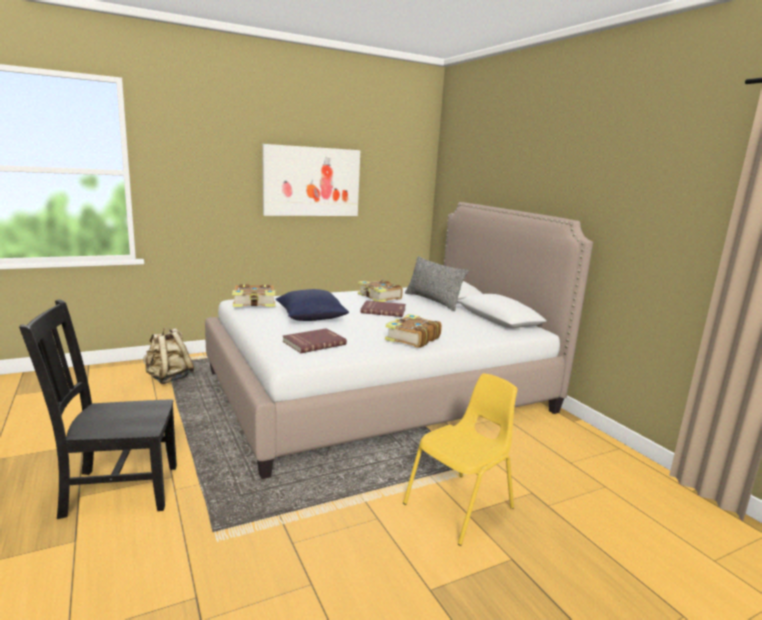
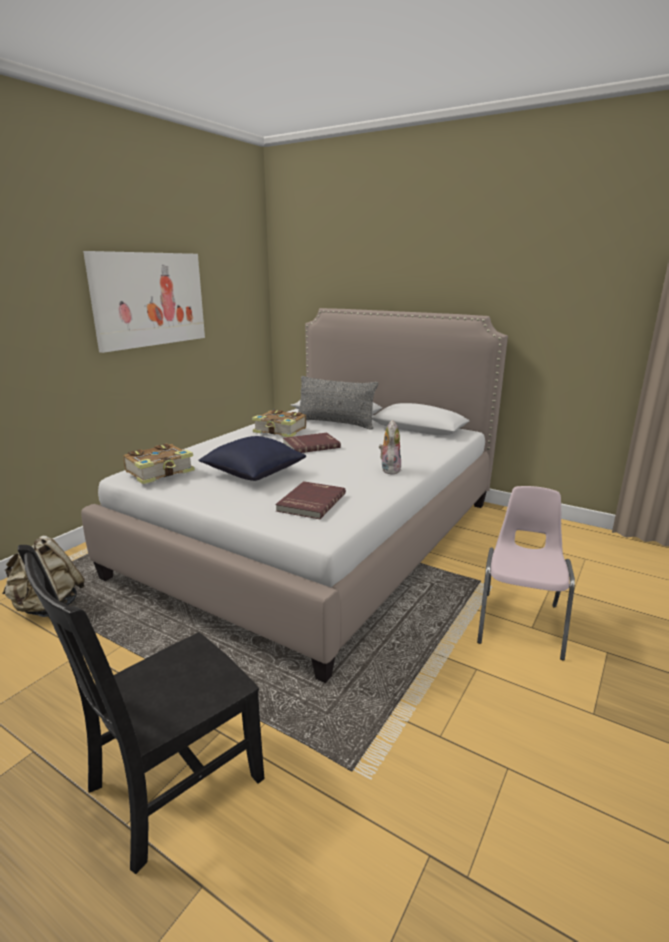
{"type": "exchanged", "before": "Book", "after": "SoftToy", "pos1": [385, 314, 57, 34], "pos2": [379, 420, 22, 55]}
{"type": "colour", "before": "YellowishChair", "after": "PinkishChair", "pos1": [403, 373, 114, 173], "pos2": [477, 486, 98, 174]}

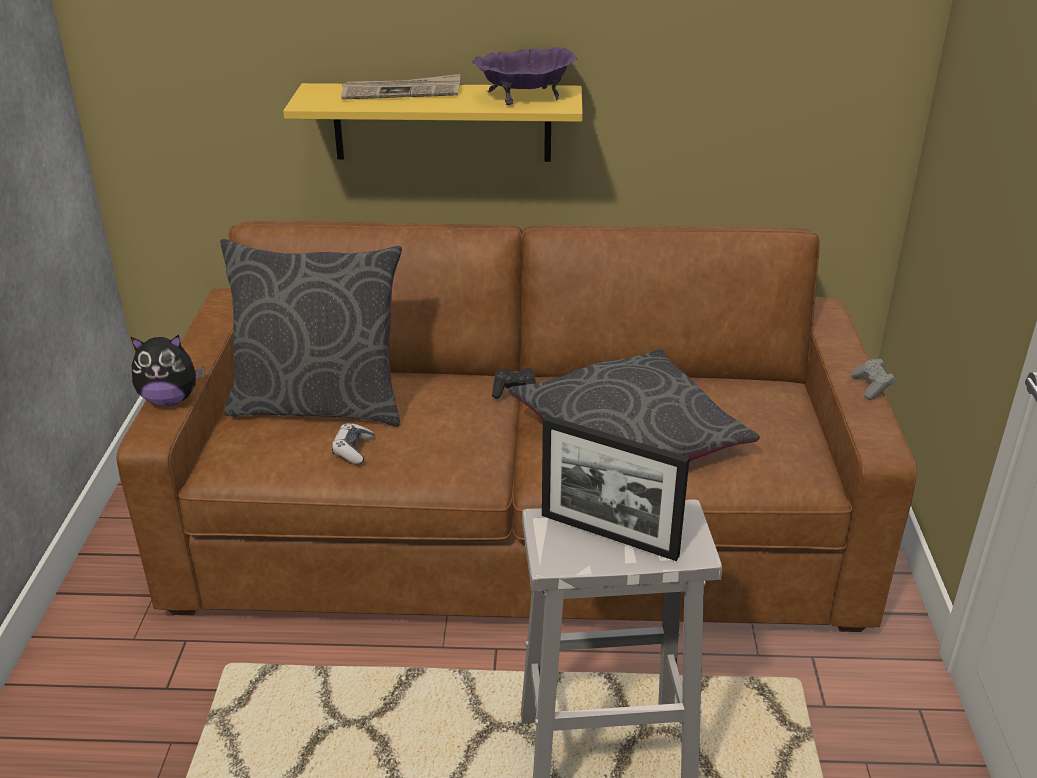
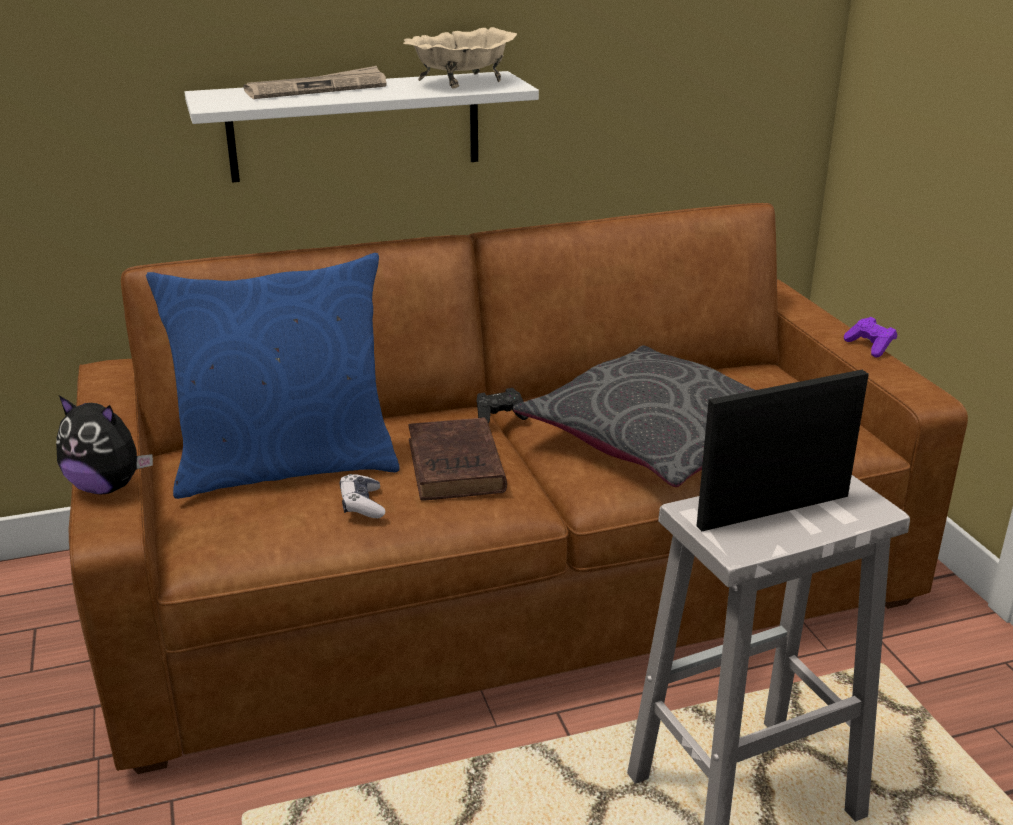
{"type": "appeared", "after": "BrownColouredBook", "pos2": [408, 417, 99, 83]}
{"type": "colour", "before": "GreyThrowPillow", "after": "BlueThrowPillow", "pos1": [220, 239, 182, 188], "pos2": [146, 253, 254, 246]}
{"type": "colour", "before": "YellowishBracketShelf", "after": "WhitishBracketShelf", "pos1": [283, 83, 300, 79], "pos2": [184, 71, 355, 112]}
{"type": "colour", "before": "PurpleColouredBowl", "after": "SandColouredBowl", "pos1": [472, 47, 105, 58], "pos2": [403, 27, 114, 61]}
{"type": "colour", "before": "GreyGameController", "after": "PurpleColouredGameController", "pos1": [851, 359, 45, 41], "pos2": [844, 317, 53, 41]}
{"type": "spun", "before": "SoftToy", "pos1": [131, 335, 73, 71], "pos2": [56, 395, 97, 99], "turn": 45}
{"type": "spun", "before": "PictureFrame", "pos1": [542, 415, 148, 146], "pos2": [697, 370, 172, 161], "turn": 150}

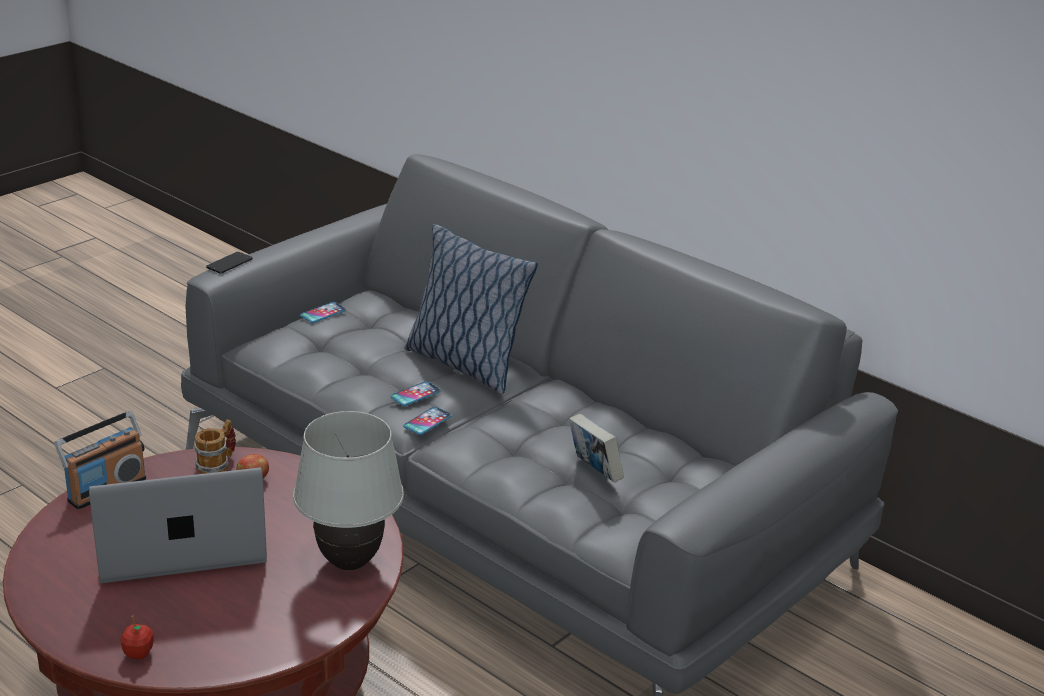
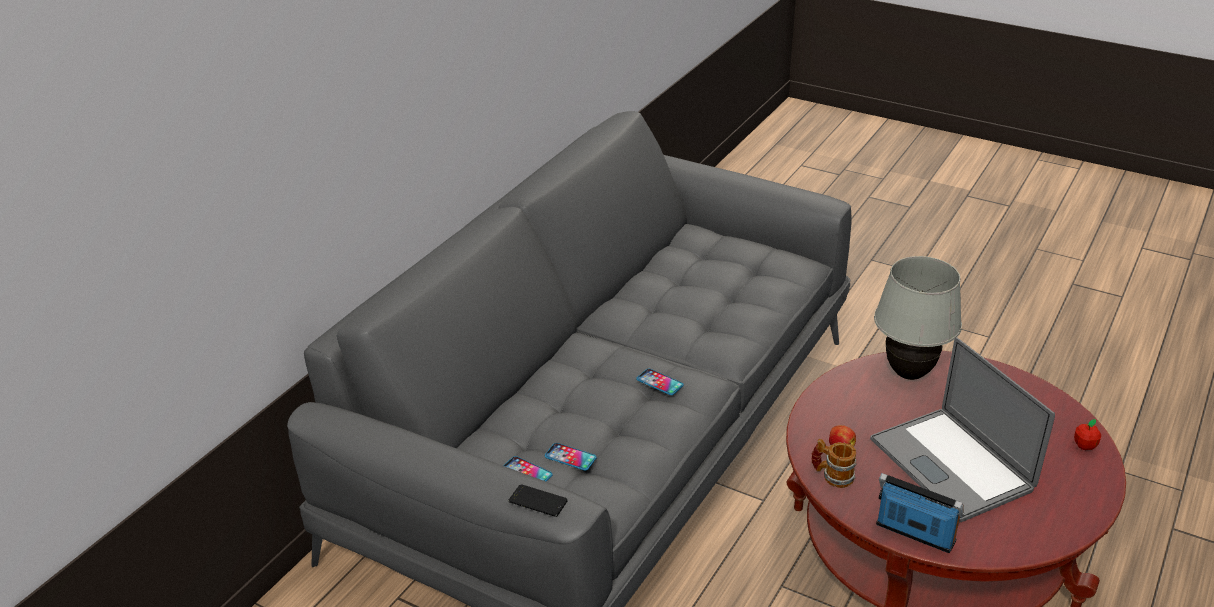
{"type": "missing", "before": "ThrowPillow", "pos1": [405, 224, 133, 170]}
{"type": "missing", "before": "Book", "pos1": [569, 414, 55, 69]}
{"type": "relocated", "before": "Handset", "pos1": [403, 407, 49, 28], "pos2": [545, 443, 52, 28]}

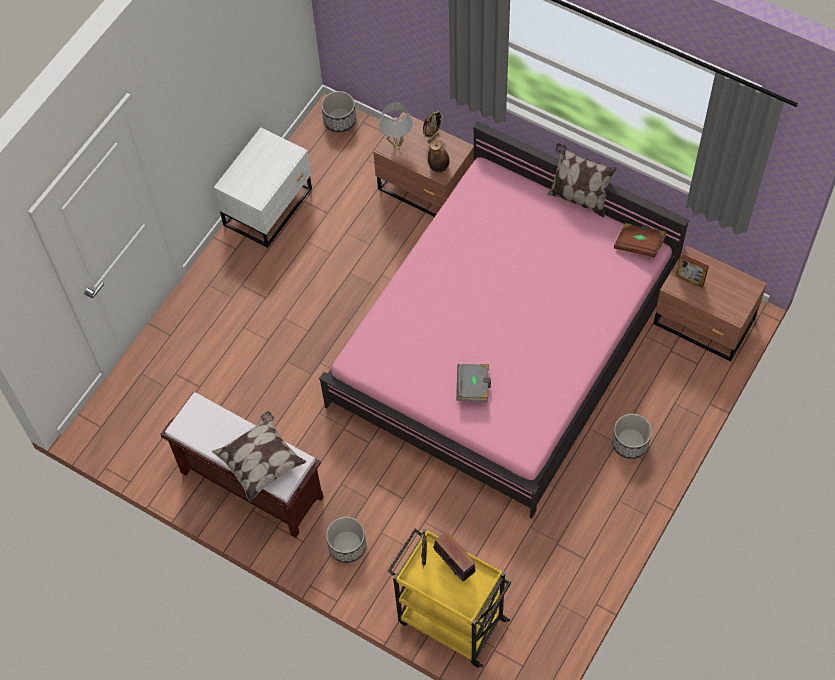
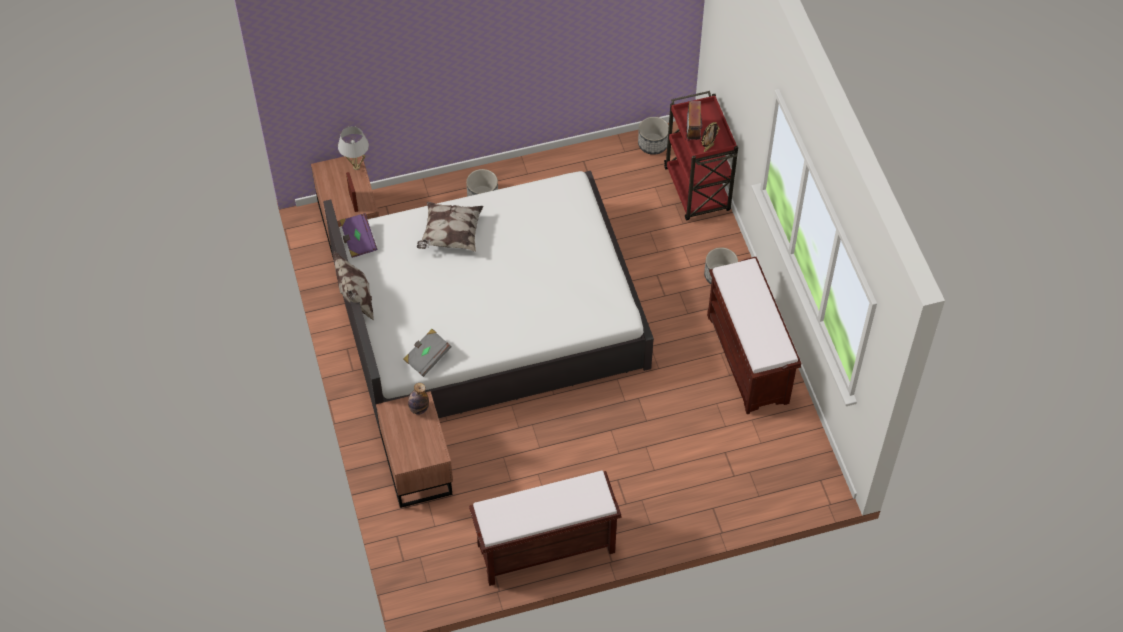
{"type": "missing", "before": "PictureFrame", "pos1": [422, 111, 21, 31]}
{"type": "relocated", "before": "ThrowPillow", "pos1": [211, 412, 95, 90], "pos2": [417, 202, 66, 50]}
{"type": "relocated", "before": "PlantPot", "pos1": [321, 91, 35, 41], "pos2": [638, 117, 31, 38]}
{"type": "relocated", "before": "WhitishTableLamp", "pos1": [379, 102, 34, 47], "pos2": [338, 126, 31, 44]}
{"type": "relocated", "before": "GreyBook", "pos1": [456, 364, 35, 38], "pos2": [403, 329, 48, 48]}
{"type": "exchanged", "before": "WhitishNightTable", "after": "BrownColouredIndoorBench", "pos1": [214, 127, 98, 121], "pos2": [469, 471, 153, 115]}
{"type": "colour", "before": "PinkishBedroomBed", "after": "WhitishBedroomBed", "pos1": [319, 121, 370, 398], "pos2": [323, 171, 331, 264]}
{"type": "colour", "before": "YellowishWheeledCart", "after": "RedWheeledCart", "pos1": [387, 528, 124, 140], "pos2": [664, 91, 74, 130]}
{"type": "colour", "before": "BrownColouredBook", "after": "PurpleColouredBook", "pos1": [614, 223, 52, 34], "pos2": [340, 213, 37, 45]}

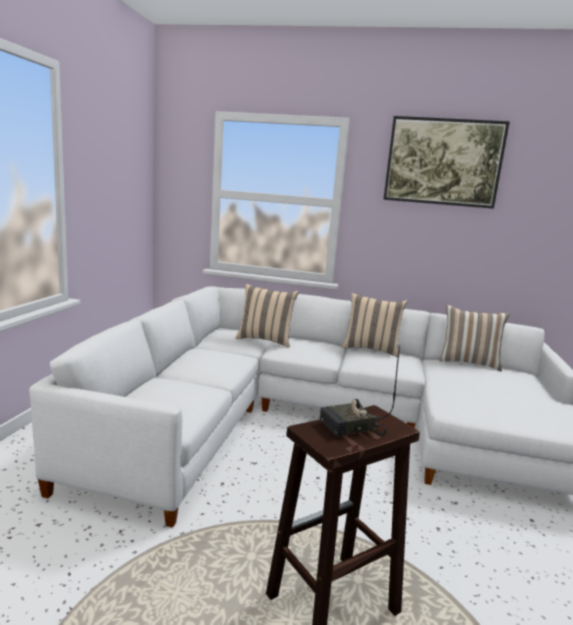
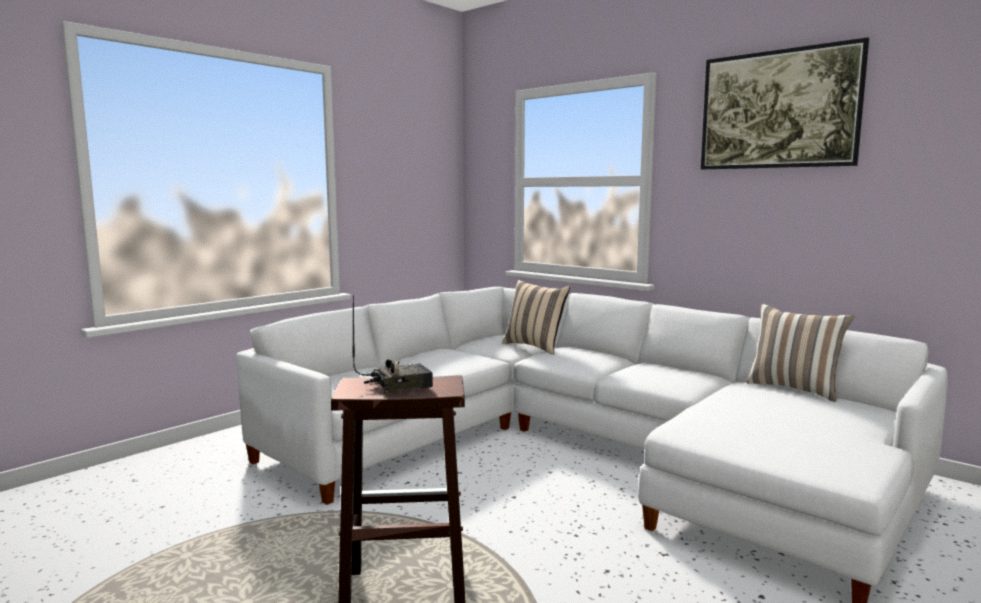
{"type": "missing", "before": "SandColouredThrowPillow", "pos1": [342, 293, 65, 64]}
{"type": "spun", "before": "RadioSet", "pos1": [320, 345, 80, 91], "pos2": [352, 296, 81, 97], "turn": 150}

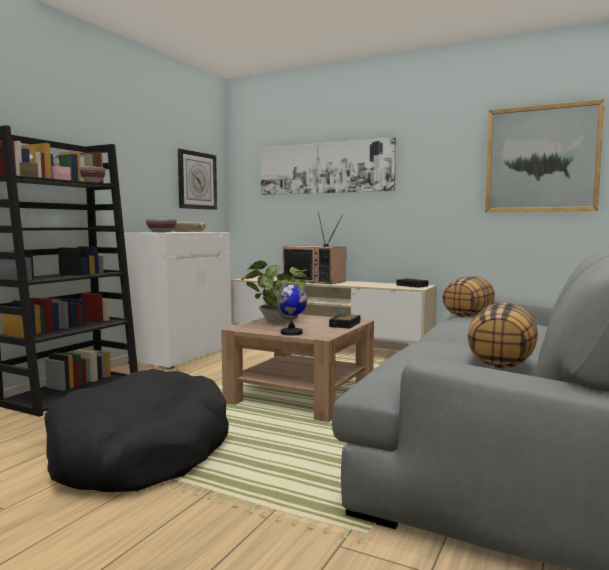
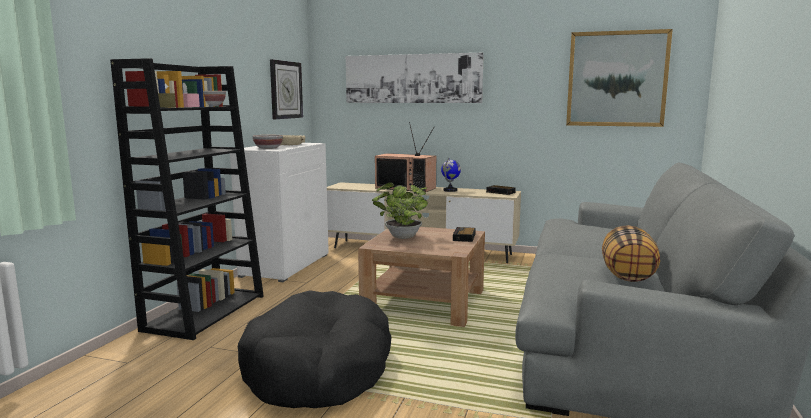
{"type": "missing", "before": "ThrowPillow", "pos1": [443, 276, 52, 41]}
{"type": "relocated", "before": "WorldGlobe", "pos1": [277, 282, 30, 54], "pos2": [441, 158, 20, 34]}

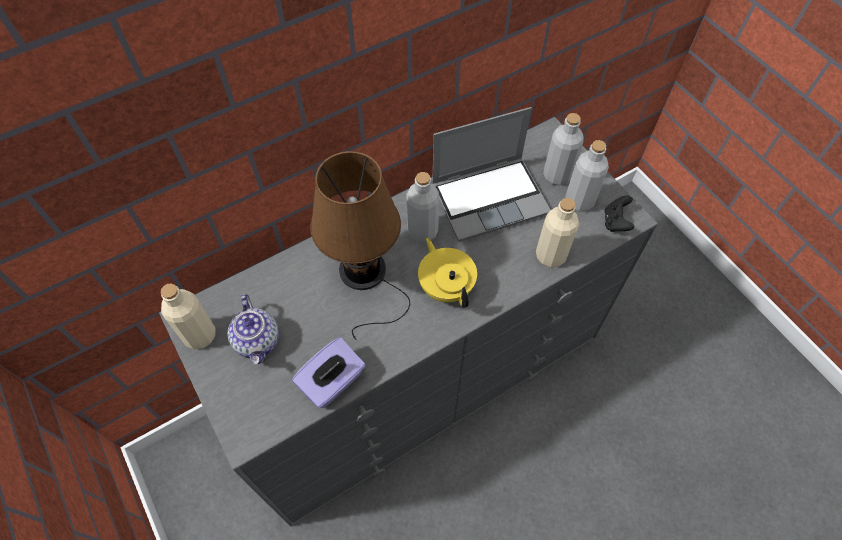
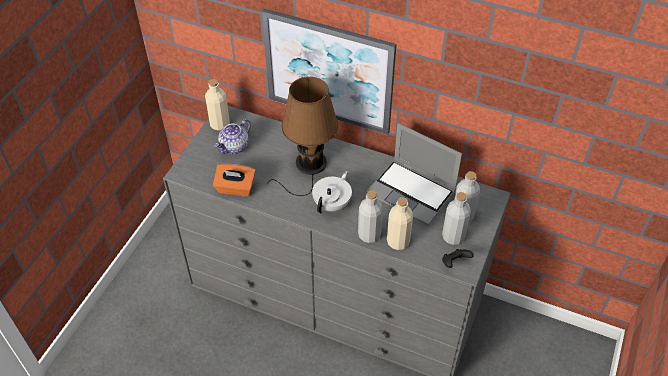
{"type": "appeared", "after": "WallPicture", "pos2": [262, 8, 135, 127]}
{"type": "relocated", "before": "GreyDrinkBottle", "pos1": [406, 172, 34, 71], "pos2": [358, 190, 25, 53]}
{"type": "colour", "before": "PurpleColouredBoxOfTissues", "after": "OrangeBoxOfTissues", "pos1": [292, 337, 74, 71], "pos2": [213, 164, 43, 33]}
{"type": "colour", "before": "YellowishTeapot", "after": "WhitishTeapot", "pos1": [418, 238, 59, 70], "pos2": [312, 171, 40, 42]}

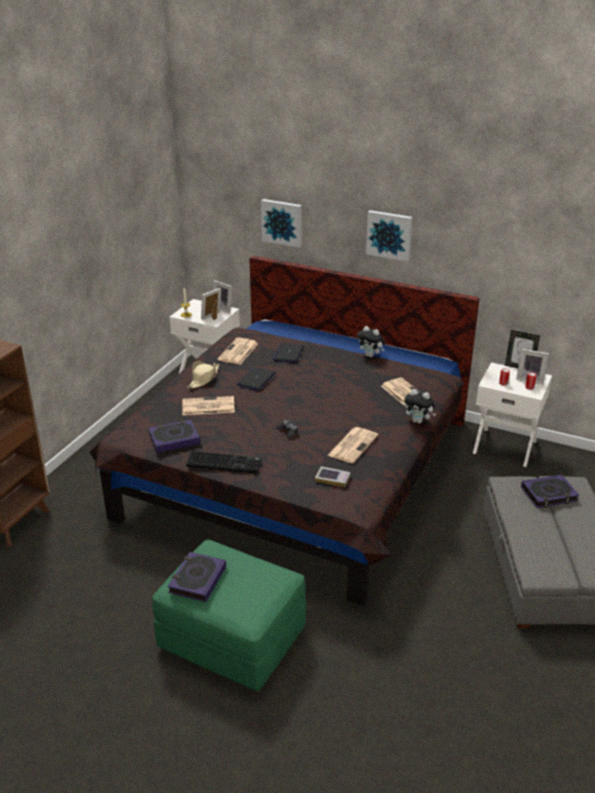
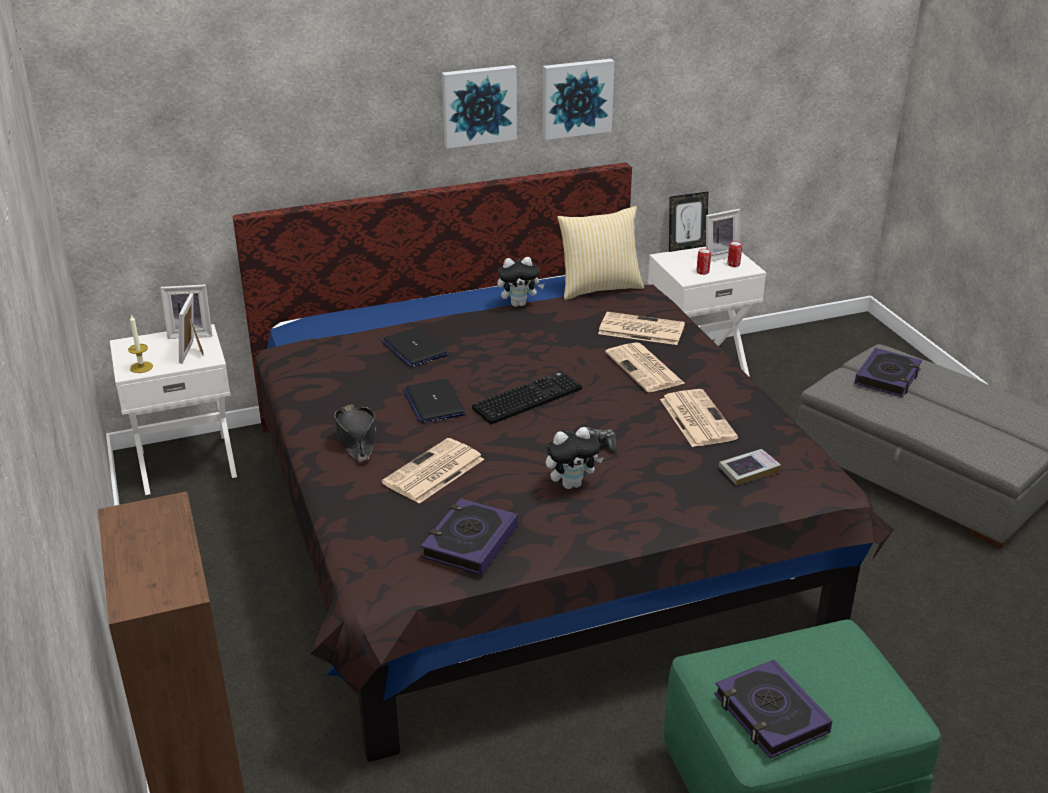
{"type": "appeared", "after": "ThrowPillow", "pos2": [557, 206, 87, 94]}
{"type": "relocated", "before": "ComputerKeyboard", "pos1": [186, 451, 76, 23], "pos2": [472, 371, 110, 54]}
{"type": "relocated", "before": "DailyPaper", "pos1": [218, 338, 40, 27], "pos2": [605, 342, 79, 50]}
{"type": "relocated", "before": "WallPicture", "pos1": [261, 199, 41, 49], "pos2": [542, 59, 72, 81]}
{"type": "relocated", "before": "SoftToy", "pos1": [404, 389, 32, 35], "pos2": [546, 427, 58, 62]}
{"type": "colour", "before": "SandColouredHat", "after": "BlackishHat", "pos1": [187, 361, 33, 28], "pos2": [335, 405, 41, 57]}

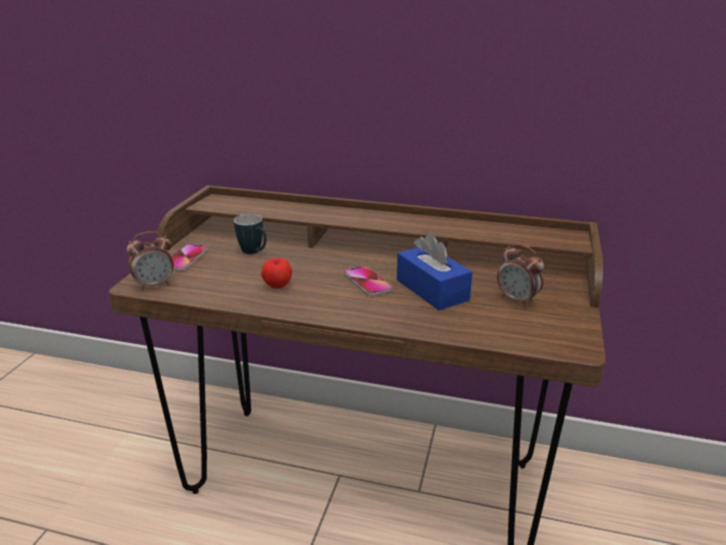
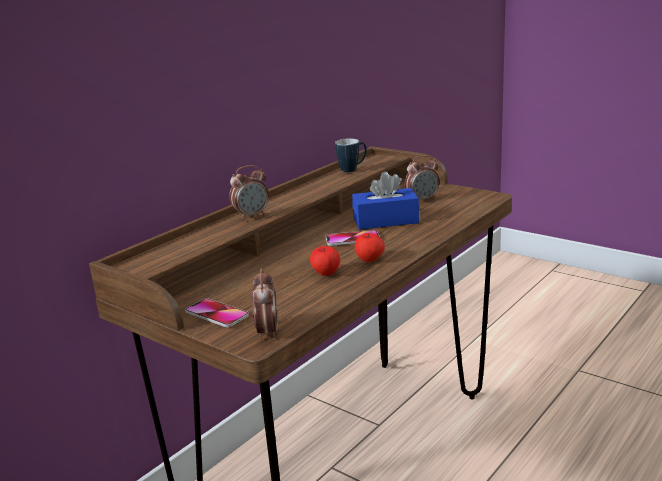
{"type": "appeared", "after": "BedsideClock", "pos2": [229, 165, 40, 55]}
{"type": "appeared", "after": "Apple", "pos2": [355, 233, 30, 29]}
{"type": "relocated", "before": "Mug", "pos1": [234, 214, 32, 40], "pos2": [335, 138, 32, 34]}

